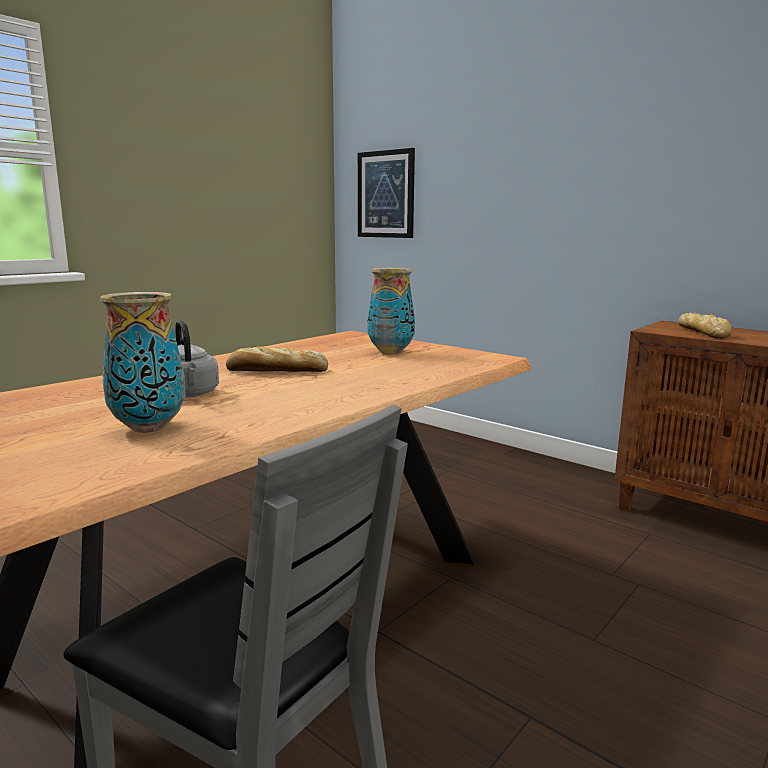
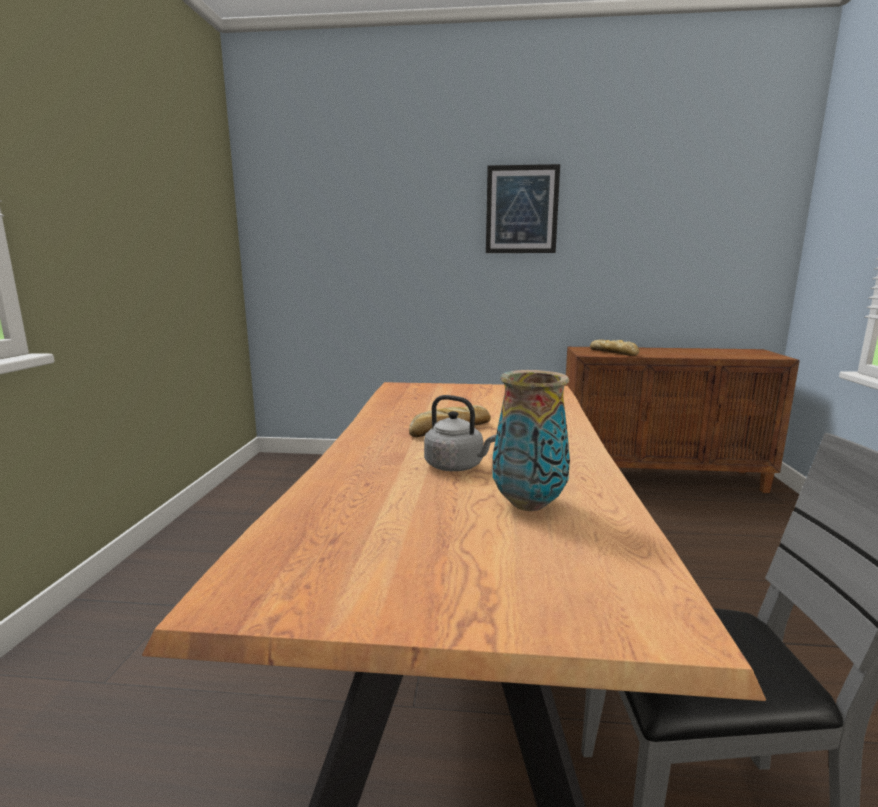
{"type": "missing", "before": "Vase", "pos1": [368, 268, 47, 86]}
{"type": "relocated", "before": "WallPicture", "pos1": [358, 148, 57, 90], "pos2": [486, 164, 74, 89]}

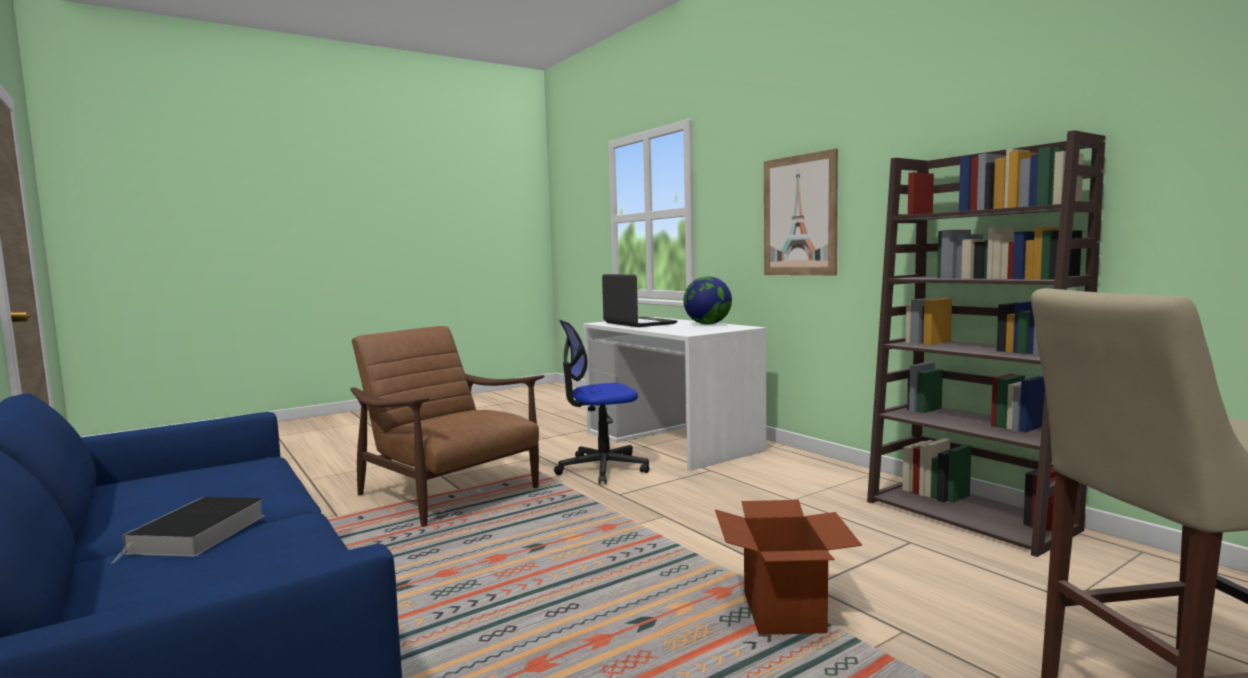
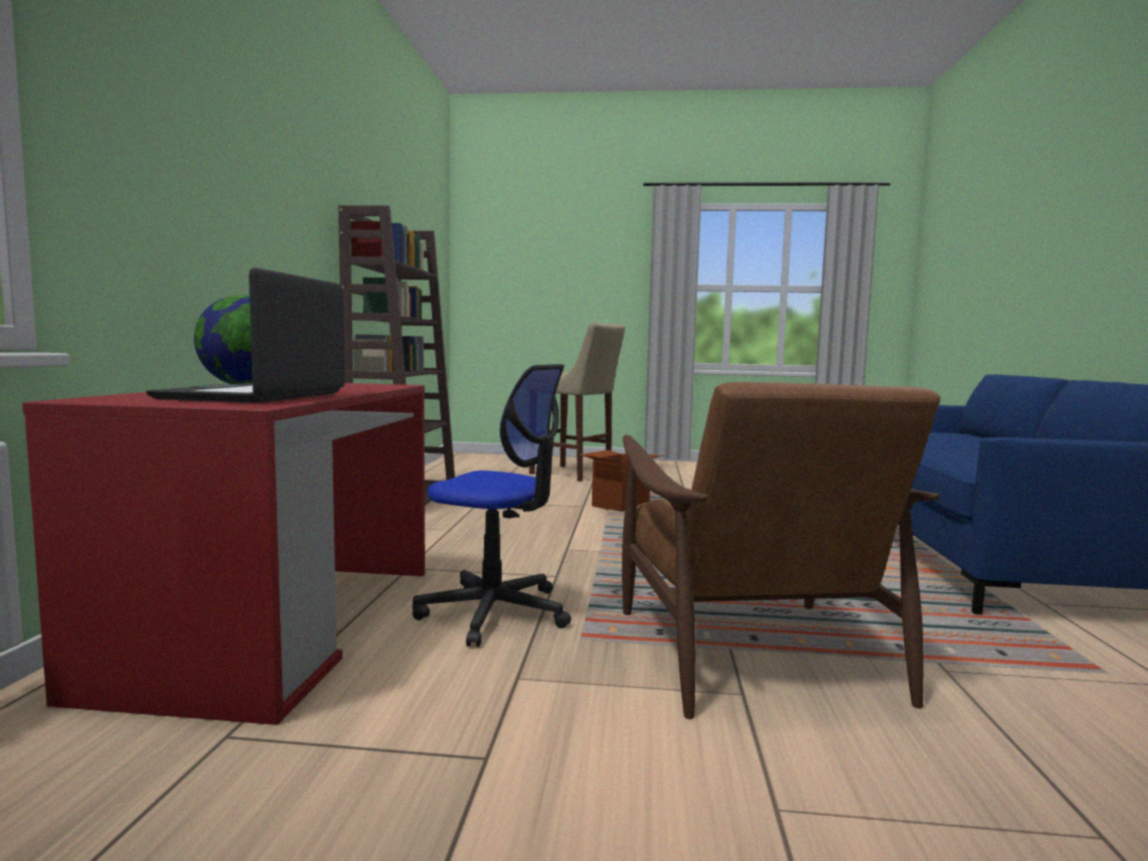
{"type": "missing", "before": "Book", "pos1": [111, 497, 154, 67]}
{"type": "missing", "before": "WallPicture", "pos1": [764, 149, 74, 126]}
{"type": "colour", "before": "WhitishDesk", "after": "RedDesk", "pos1": [583, 317, 183, 154], "pos2": [22, 383, 403, 342]}

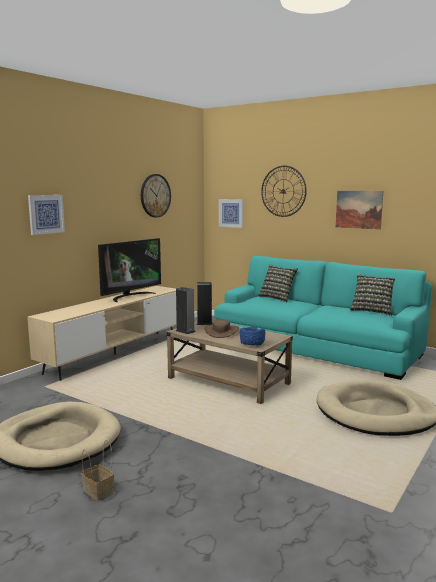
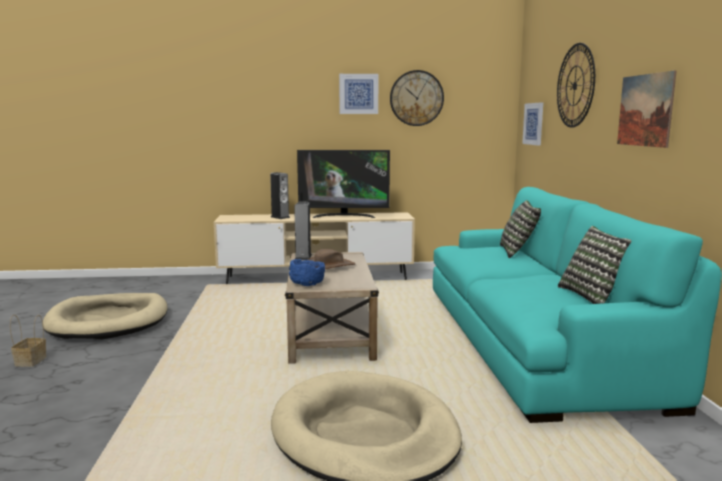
{"type": "relocated", "before": "WallPicture", "pos1": [28, 195, 37, 40], "pos2": [339, 74, 39, 40]}
{"type": "relocated", "before": "AudioSpeaker", "pos1": [196, 282, 17, 43], "pos2": [270, 172, 20, 47]}

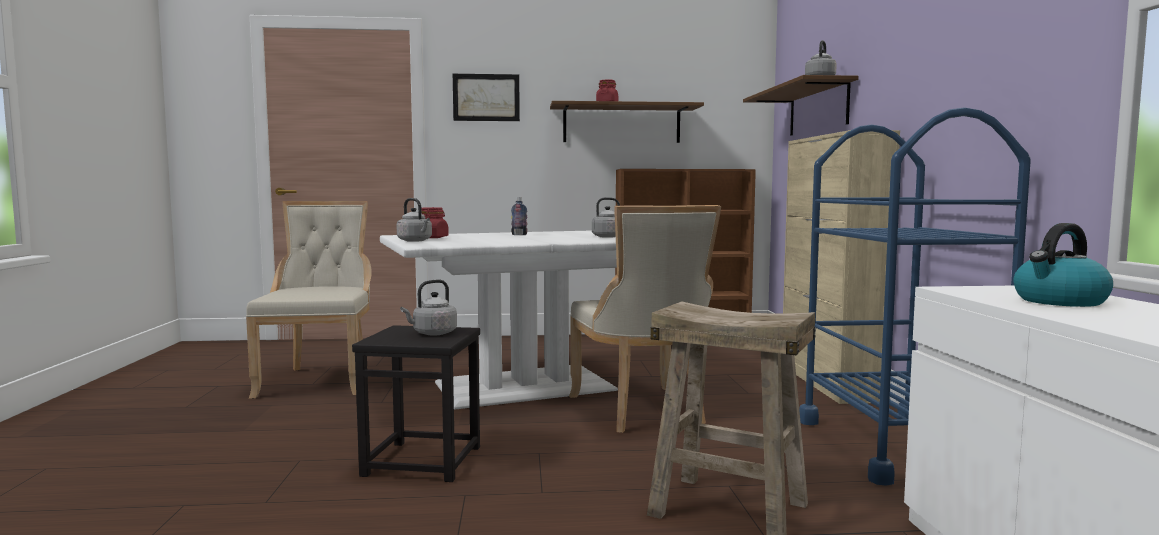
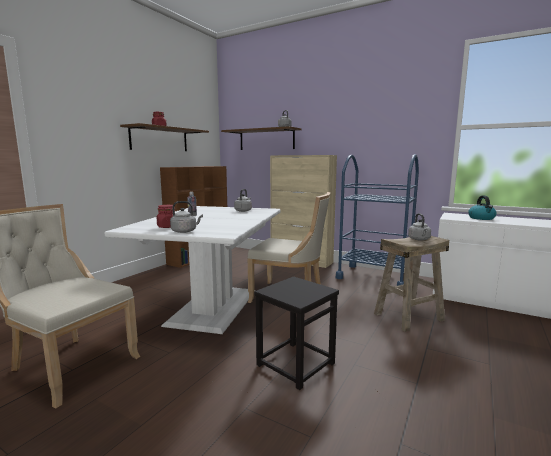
{"type": "missing", "before": "WallPicture", "pos1": [453, 74, 67, 47]}
{"type": "relocated", "before": "GreyWaterKettle", "pos1": [400, 280, 57, 56], "pos2": [408, 213, 23, 28]}

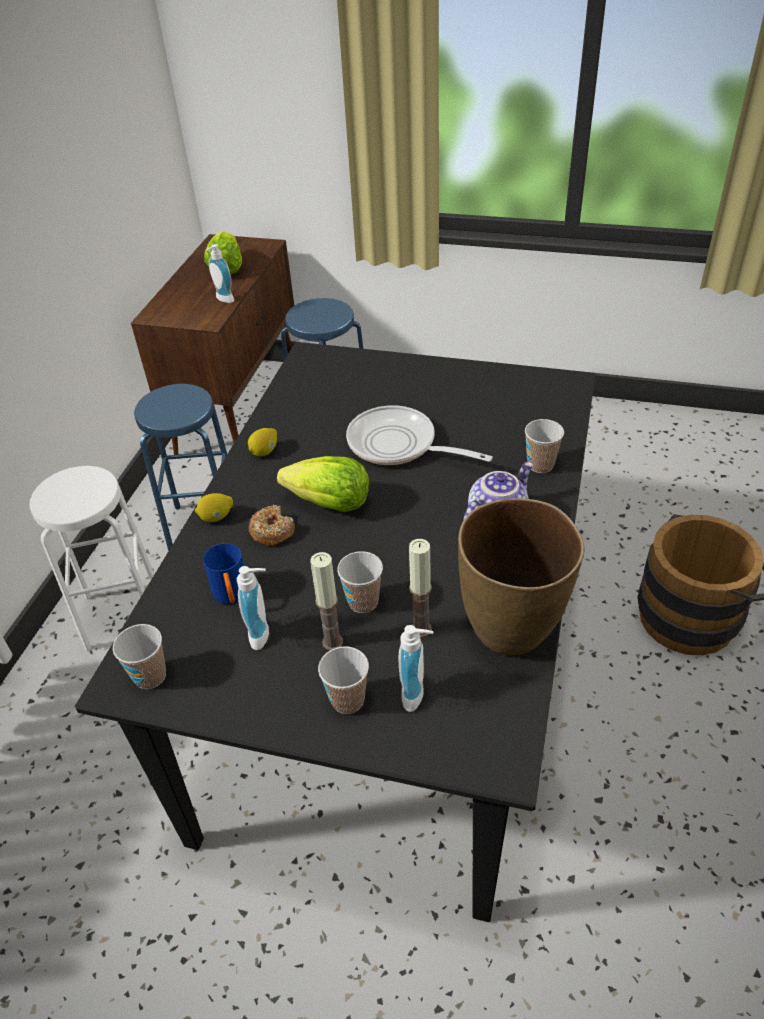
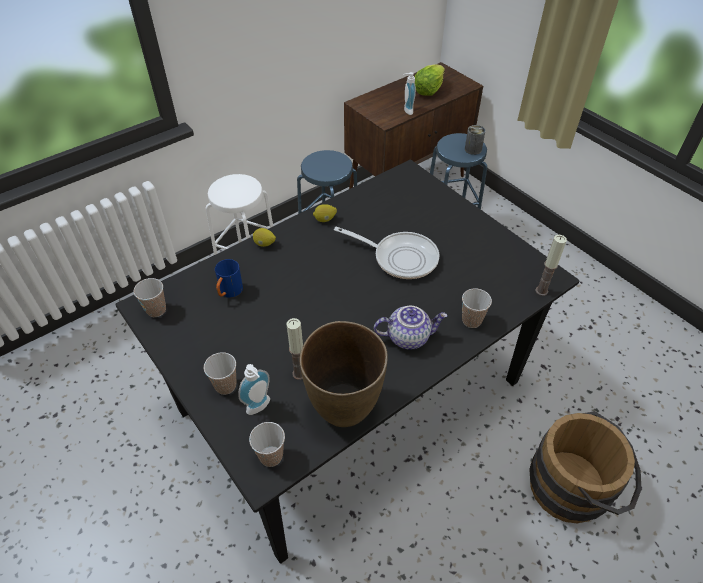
{"type": "missing", "before": "LiquidSoapBottle", "pos1": [237, 566, 32, 84]}
{"type": "missing", "before": "Donut", "pos1": [249, 505, 46, 41]}
{"type": "missing", "before": "HeadOfLettuce", "pos1": [277, 456, 92, 56]}
{"type": "appeared", "after": "MetalCan", "pos2": [465, 125, 21, 30]}
{"type": "relocated", "before": "WaxCandle", "pos1": [310, 552, 33, 98], "pos2": [535, 235, 32, 61]}
{"type": "relocated", "before": "SmallCup", "pos1": [337, 551, 46, 62], "pos2": [249, 422, 36, 45]}
{"type": "spun", "before": "Skillet", "pos1": [346, 405, 147, 60], "pos2": [334, 227, 105, 52], "turn": 135}

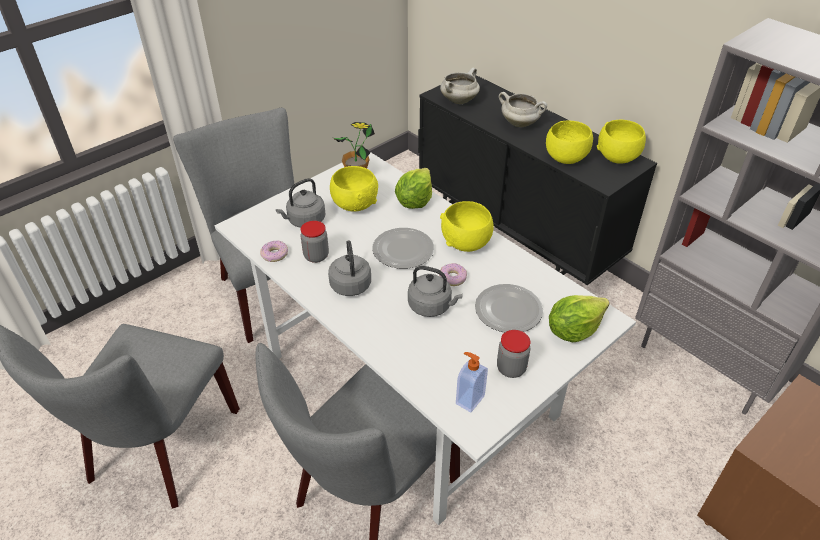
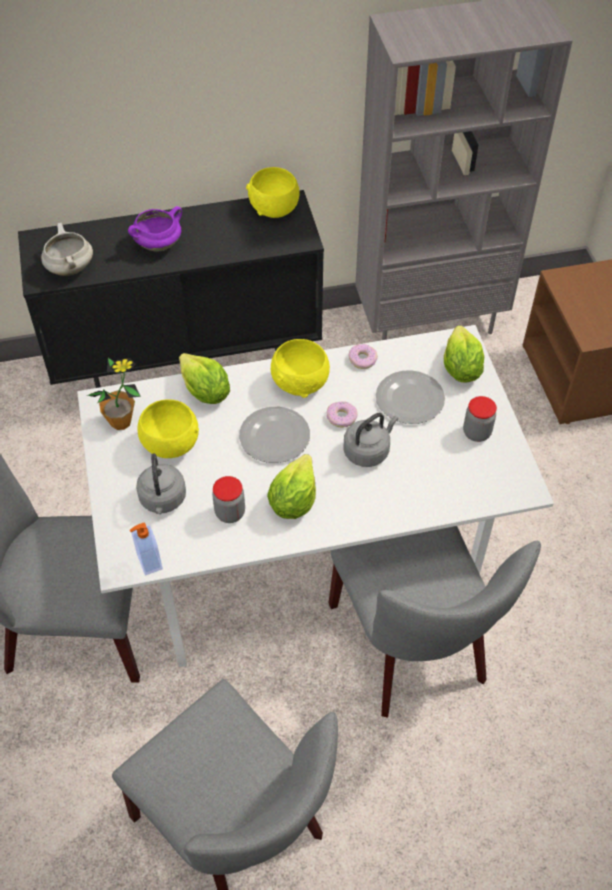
{"type": "missing", "before": "YellowishBowl", "pos1": [546, 120, 47, 44]}
{"type": "relocated", "before": "Donut", "pos1": [260, 240, 28, 22], "pos2": [348, 344, 30, 25]}
{"type": "relocated", "before": "LiquidSoapBottle", "pos1": [456, 352, 32, 61], "pos2": [130, 522, 33, 54]}
{"type": "exchanged", "before": "GreyWaterKettle", "after": "HeadOfLettuce", "pos1": [328, 241, 43, 55], "pos2": [267, 454, 49, 65]}
{"type": "colour", "before": "WhitishCookingPot", "after": "PurpleColouredCookingPot", "pos1": [499, 92, 48, 35], "pos2": [128, 206, 54, 45]}

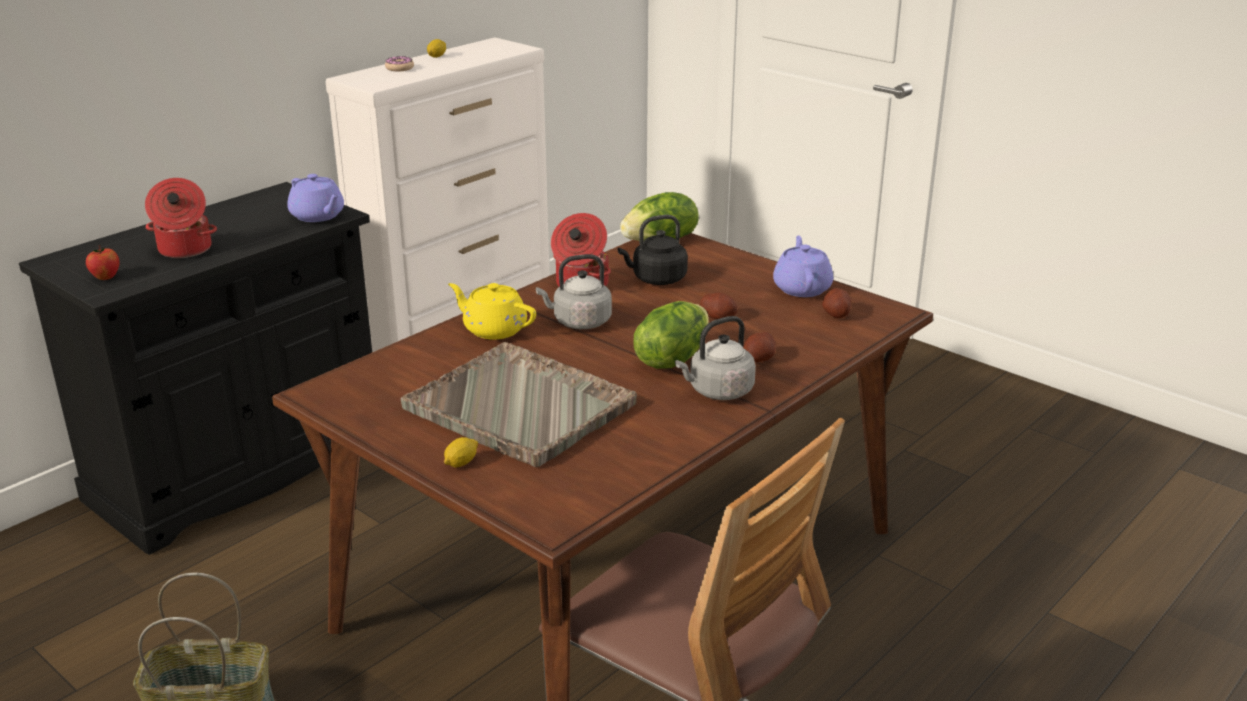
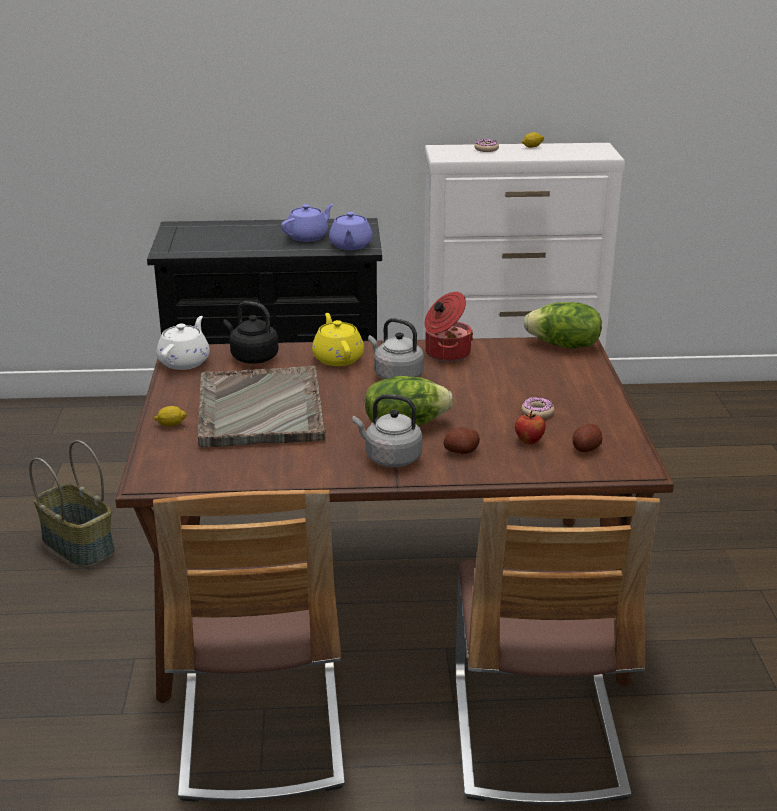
{"type": "missing", "before": "CookingPot", "pos1": [145, 178, 72, 80]}
{"type": "missing", "before": "WholePotato", "pos1": [700, 293, 38, 26]}
{"type": "appeared", "after": "WhitishTeapot", "pos2": [157, 316, 53, 54]}
{"type": "appeared", "after": "Chair", "pos2": [455, 495, 205, 309]}
{"type": "appeared", "after": "Donut", "pos2": [521, 397, 33, 22]}
{"type": "relocated", "before": "Apple", "pos1": [86, 244, 34, 36], "pos2": [515, 411, 31, 33]}
{"type": "relocated", "before": "BlackishWaterKettle", "pos1": [618, 215, 70, 70], "pos2": [223, 301, 56, 63]}
{"type": "relocated", "before": "PurpleColouredTeapot", "pos1": [773, 235, 60, 62], "pos2": [281, 204, 53, 38]}

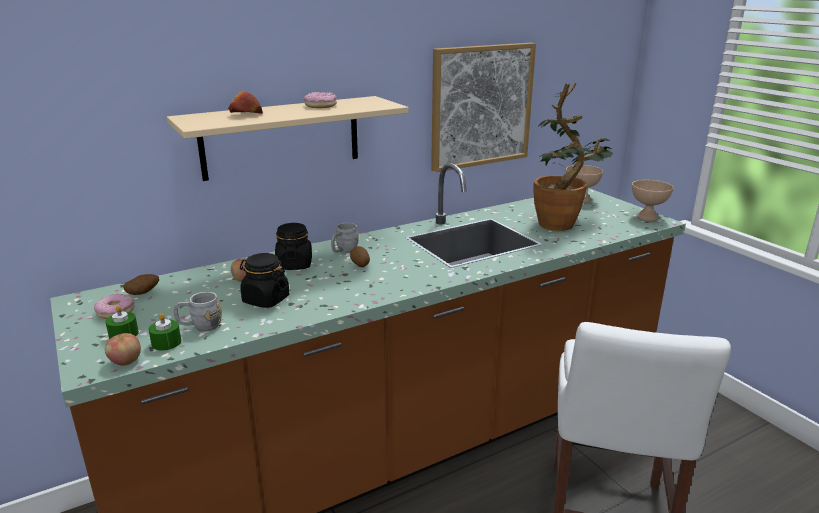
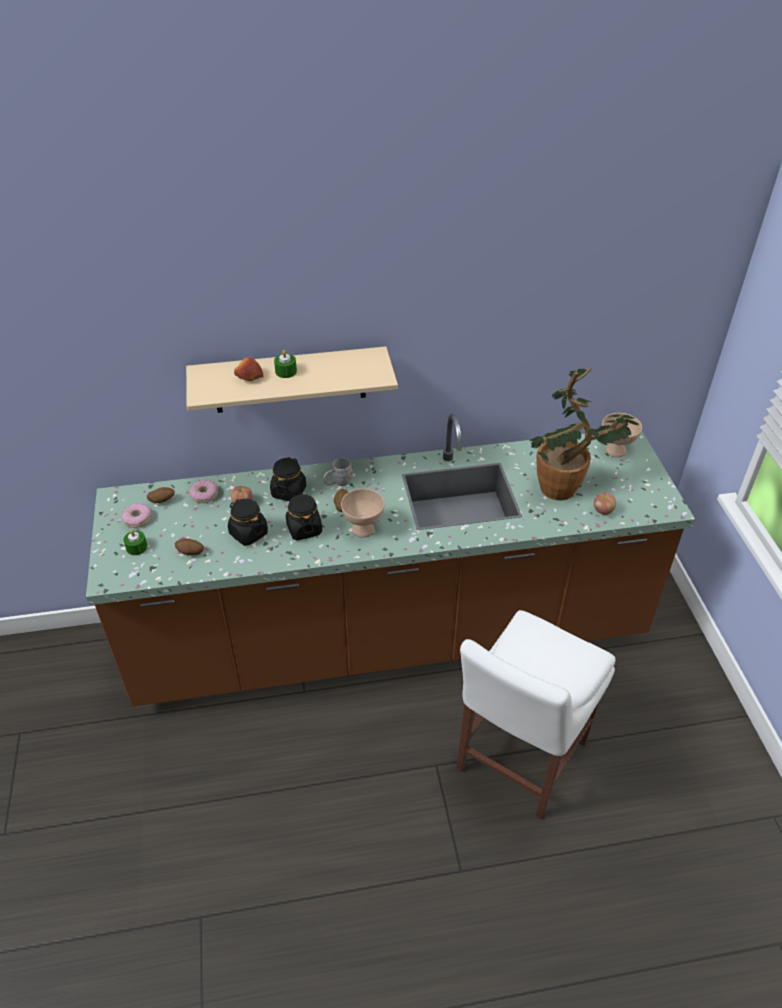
{"type": "missing", "before": "WallPicture", "pos1": [431, 43, 105, 129]}
{"type": "appeared", "after": "BlackishJar", "pos2": [286, 493, 36, 47]}
{"type": "relocated", "before": "Apple", "pos1": [105, 333, 36, 33], "pos2": [594, 493, 22, 22]}
{"type": "relocated", "before": "GreenishWaxCandle", "pos1": [149, 313, 32, 38], "pos2": [274, 350, 23, 28]}
{"type": "relocated", "before": "Donut", "pos1": [304, 92, 33, 16], "pos2": [189, 480, 29, 23]}
{"type": "relocated", "before": "SandColouredBowl", "pos1": [632, 180, 41, 41], "pos2": [341, 489, 43, 49]}
{"type": "exchanged", "before": "GreyMug", "after": "WholePotato", "pos1": [173, 292, 49, 40], "pos2": [175, 538, 29, 17]}

